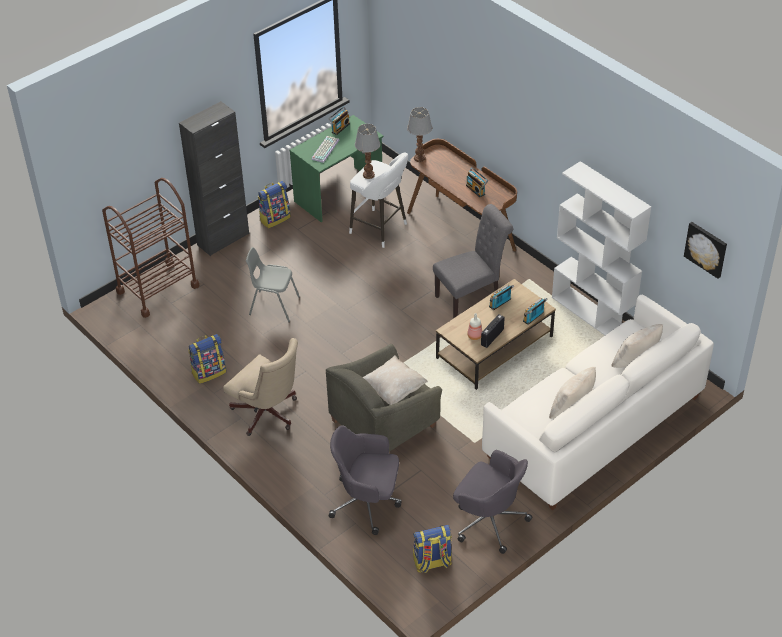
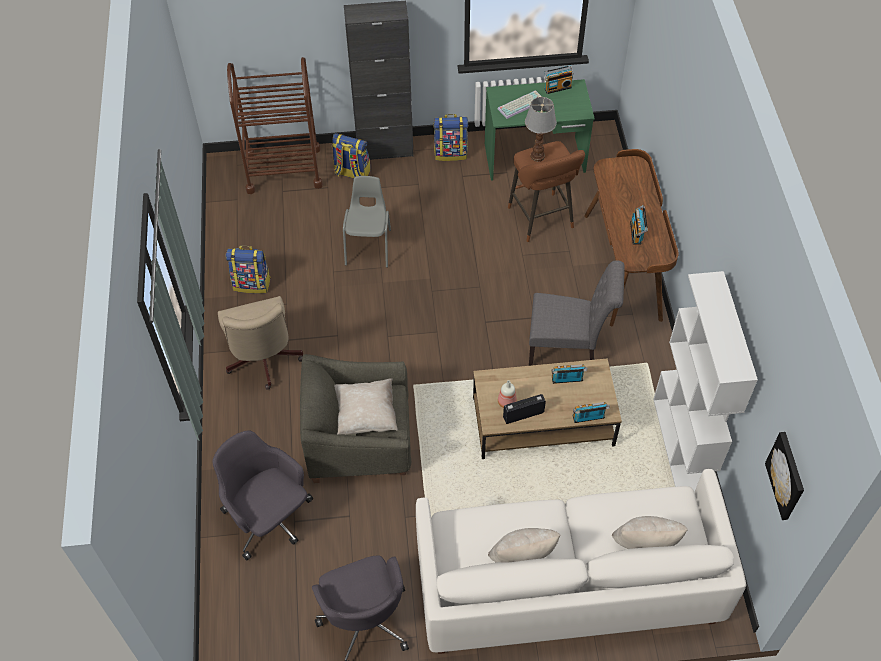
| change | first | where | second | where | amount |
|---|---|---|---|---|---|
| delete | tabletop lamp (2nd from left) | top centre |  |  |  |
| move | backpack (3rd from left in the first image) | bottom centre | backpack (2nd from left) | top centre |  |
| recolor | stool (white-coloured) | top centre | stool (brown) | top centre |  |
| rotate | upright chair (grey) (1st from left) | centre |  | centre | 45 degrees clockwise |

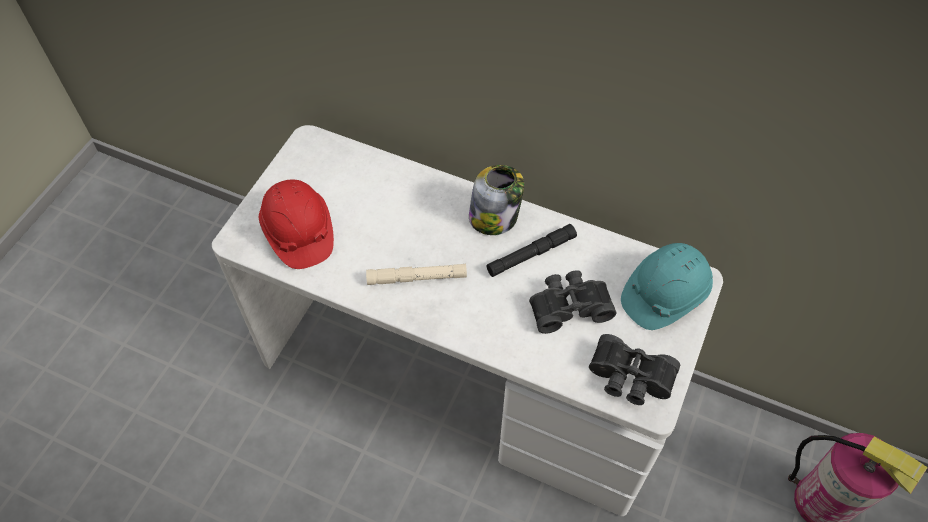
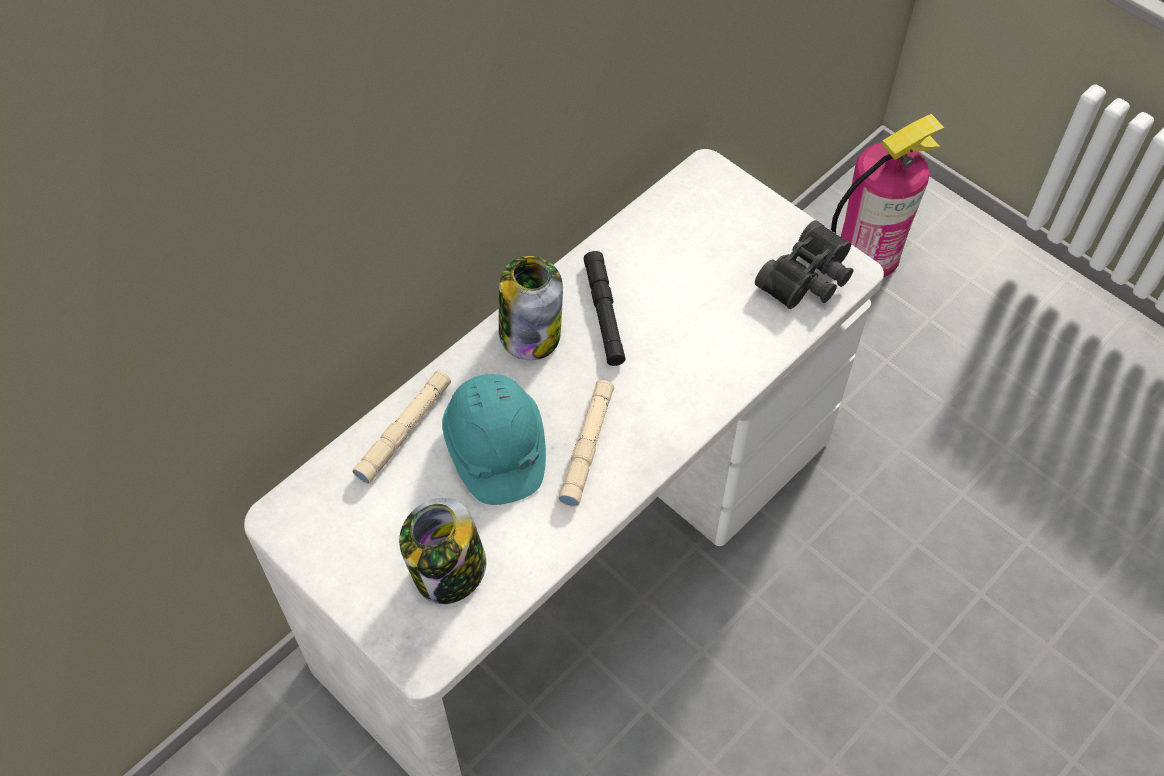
| change | first | where | second | where | amount |
|---|---|---|---|---|---|
| delete | pair of binoculars (blackish) (1st from left) | centre |  |  |  |
| insert |  |  | hand torch (beige) (1st from left) | centre |  |
| move | safety helmet (turquoise-coloured) | middle right |  | centre |  |
| replace | safety helmet (red) | middle left | storage jar (1st from left) | bottom centre |  |

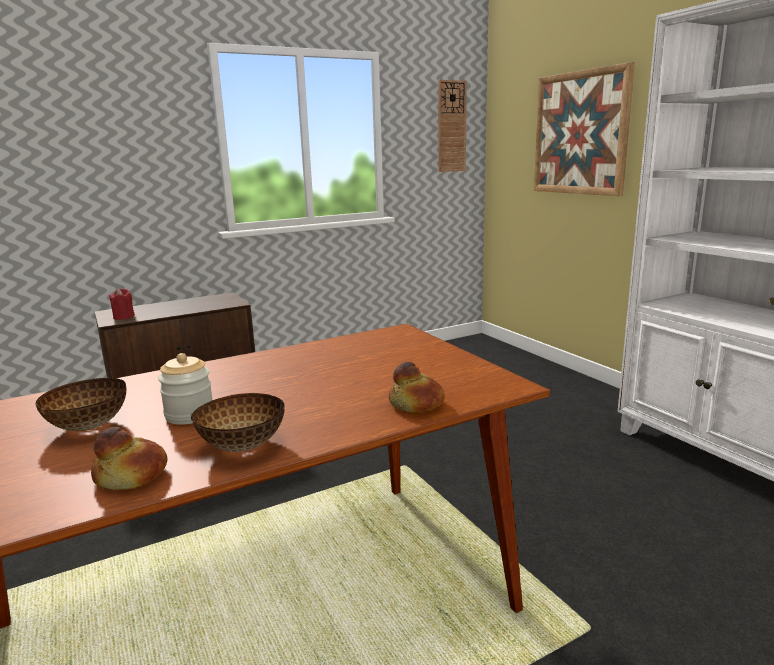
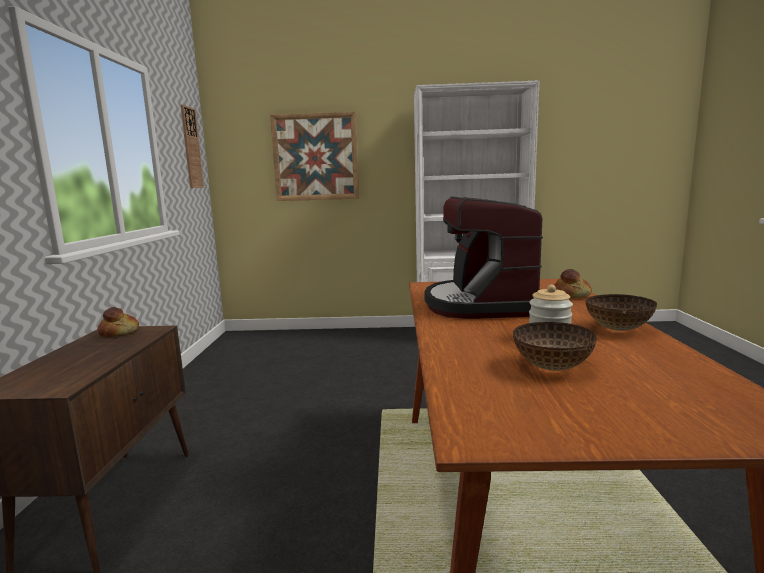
| change | first | where | second | where | amount |
|---|---|---|---|---|---|
| delete | wax candle (red) | middle left |  |  |  |
| insert |  |  | coffee maker | centre |  |
| move | bread (1st from left) | bottom left |  | middle left |  |

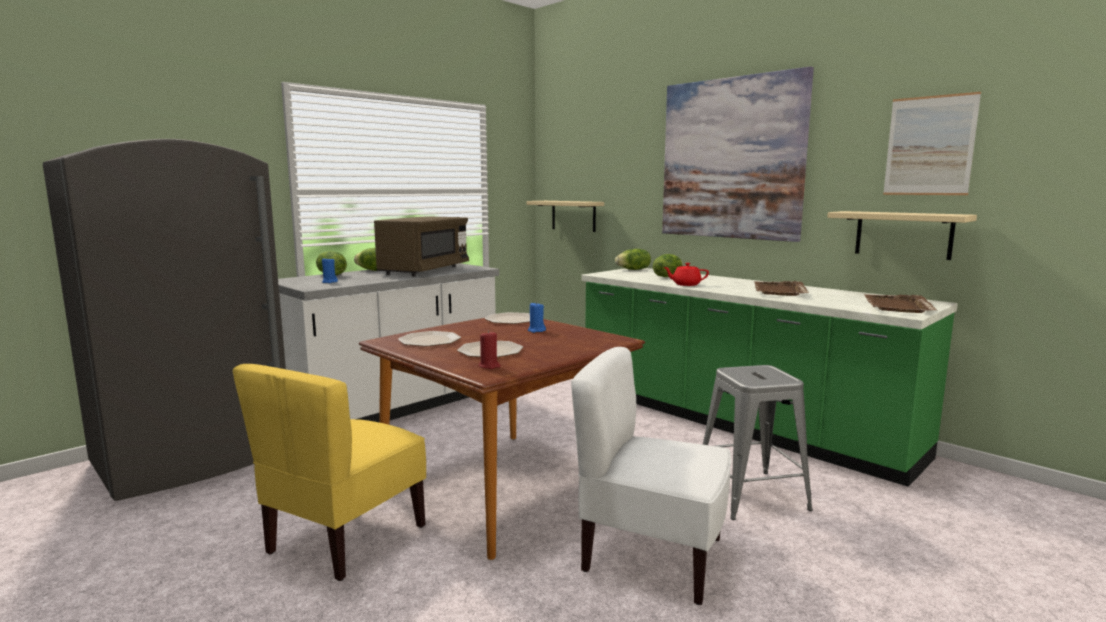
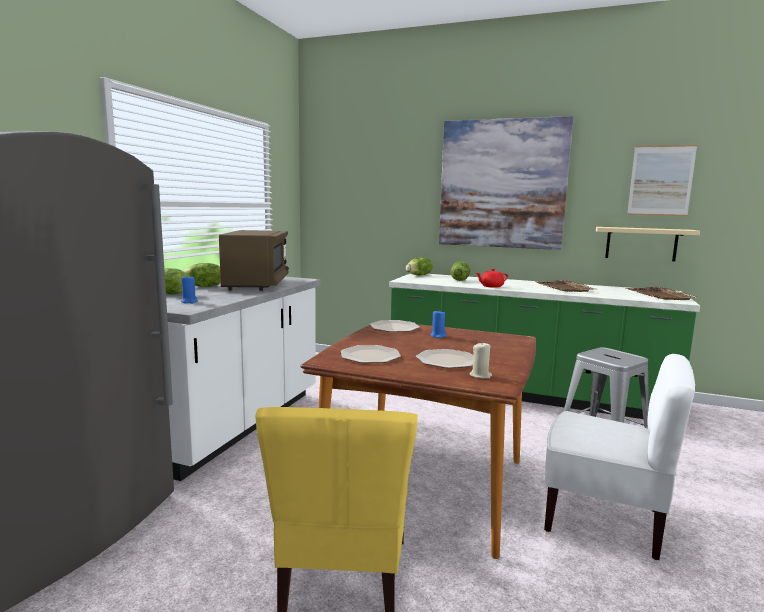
| change | first | where | second | where | amount |
|---|---|---|---|---|---|
| delete | bracket shelf (beige) (1st from left) | centre |  |  |  |
| recolor | wax candle (red) | centre | wax candle (beige) | centre |  |
| rotate | upright chair (white-coloured) | bottom centre |  | bottom right | 150 degrees counterclockwise |

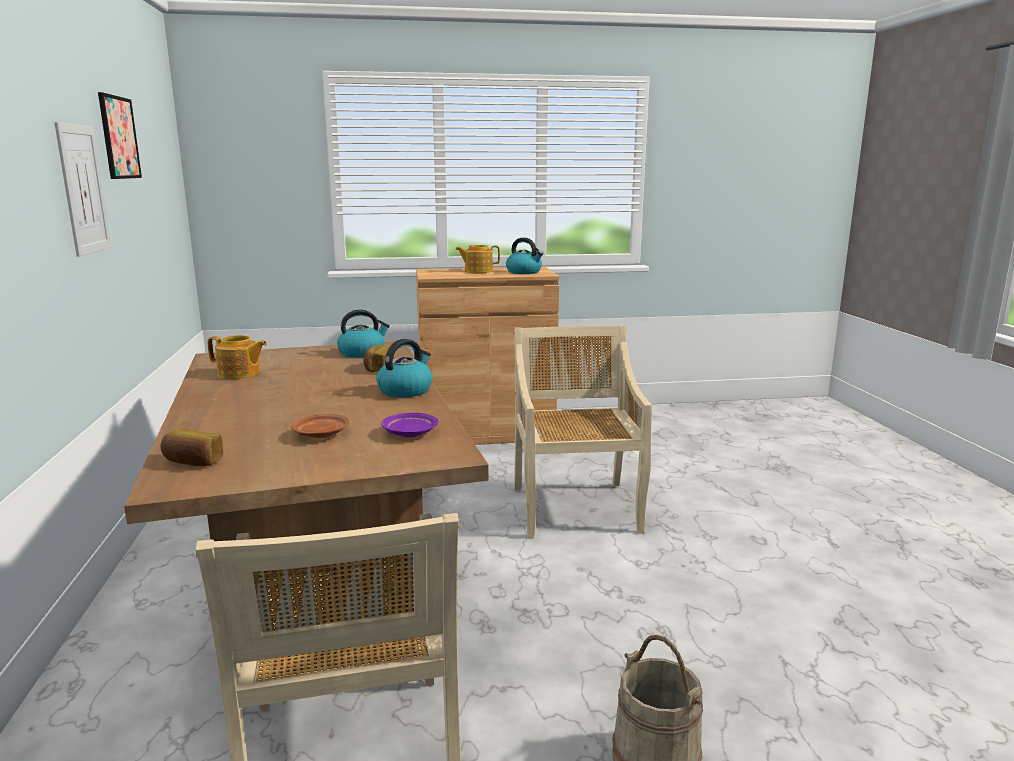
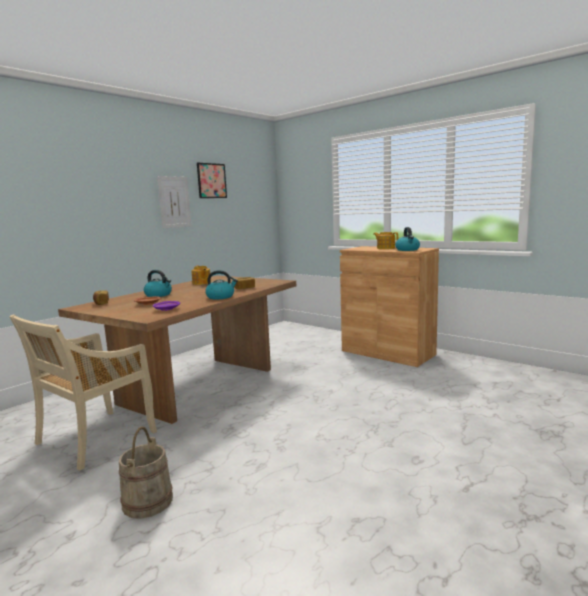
| change | first | where | second | where | amount |
|---|---|---|---|---|---|
| delete | upright chair (beige) (2nd from left) | centre |  |  |  |
| move | water kettle (1st from left) | centre |  | middle left |  |

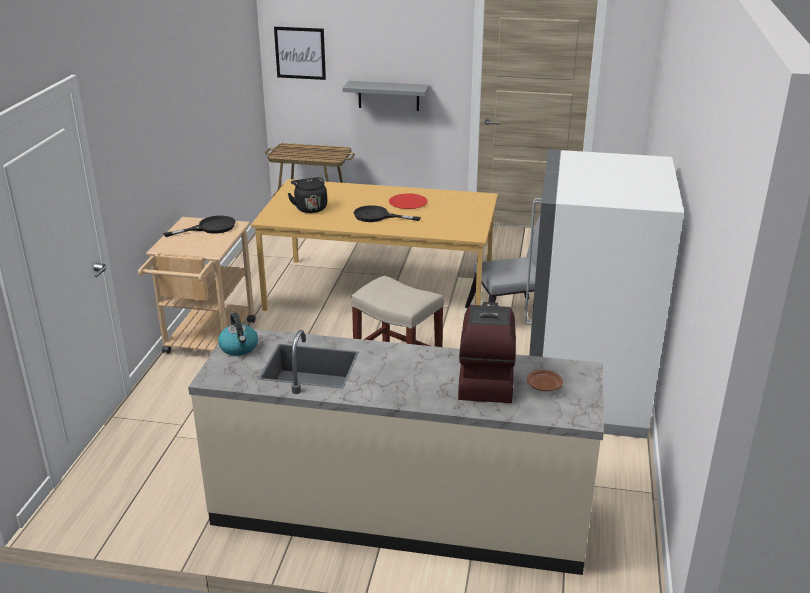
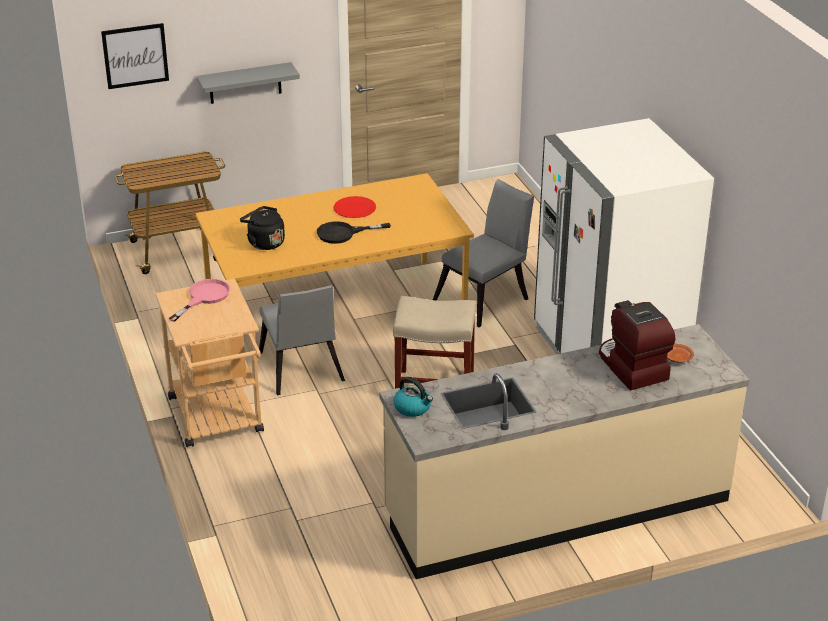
| change | first | where | second | where | amount |
|---|---|---|---|---|---|
| insert |  |  | upright chair (grey) (1st from left) | centre |  |
| recolor | frying pan (blackish) (1st from left) | middle left | frying pan (pink-coloured) | middle left |  |

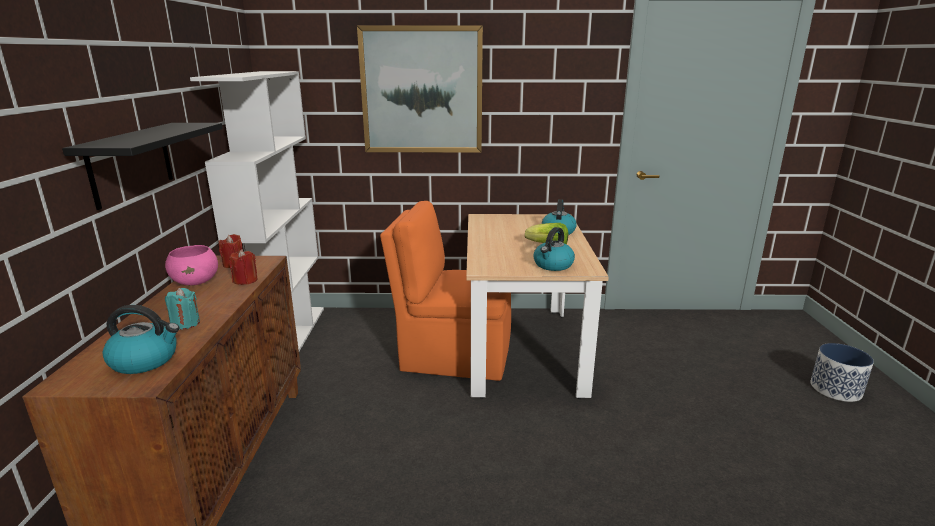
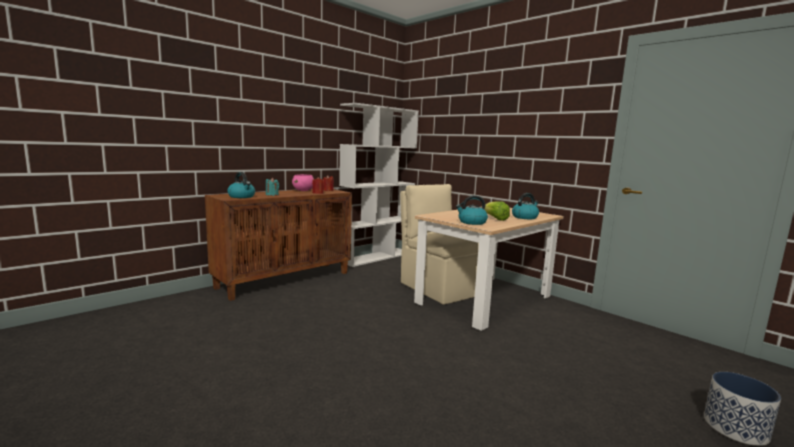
| change | first | where | second | where | amount |
|---|---|---|---|---|---|
| delete | bracket shelf (blackish) | top left |  |  |  |
| delete | wall picture | top centre |  |  |  |
| recolor | upright chair (orange-coloured) | centre | upright chair (beige) | centre |  |

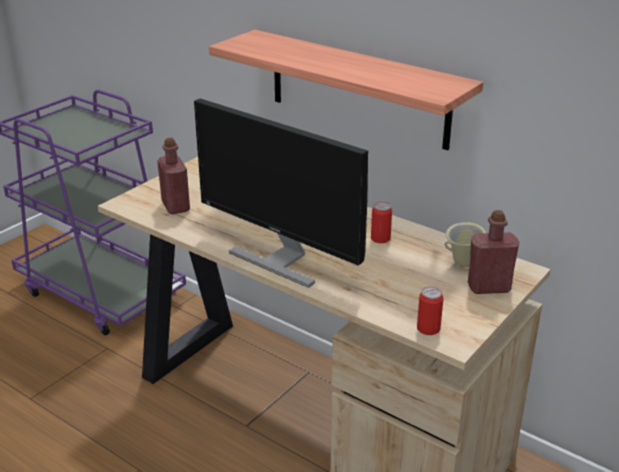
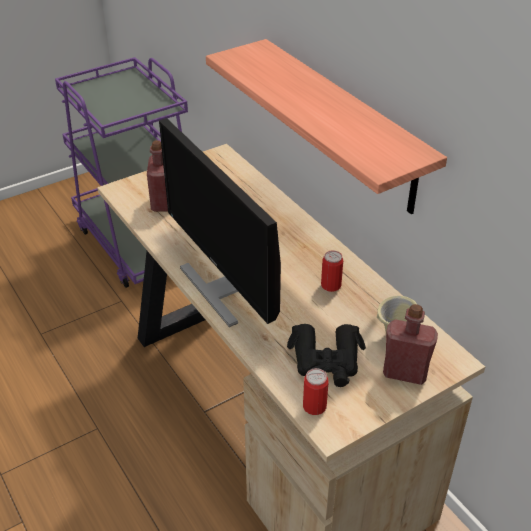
| change | first | where | second | where | amount |
|---|---|---|---|---|---|
| insert |  |  | pair of binoculars (blackish) | bottom centre |  |

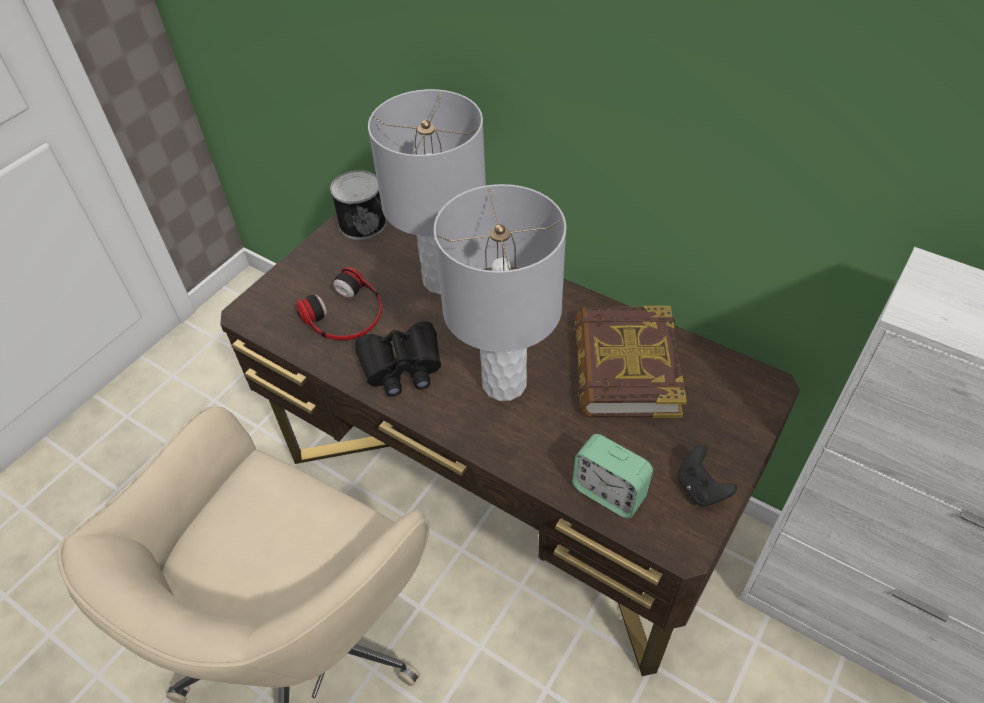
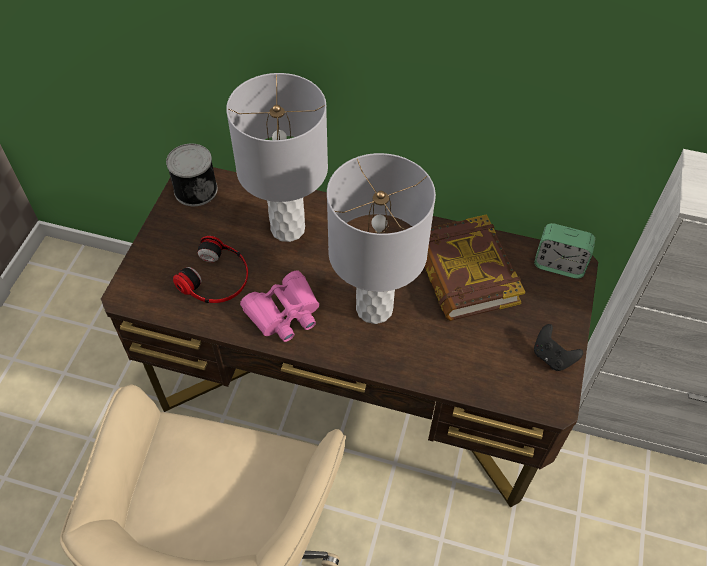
| change | first | where | second | where | amount |
|---|---|---|---|---|---|
| move | table clock | bottom centre |  | middle right |  |
| recolor | pair of binoculars (blackish) | centre | pair of binoculars (pink-coloured) | centre |  |

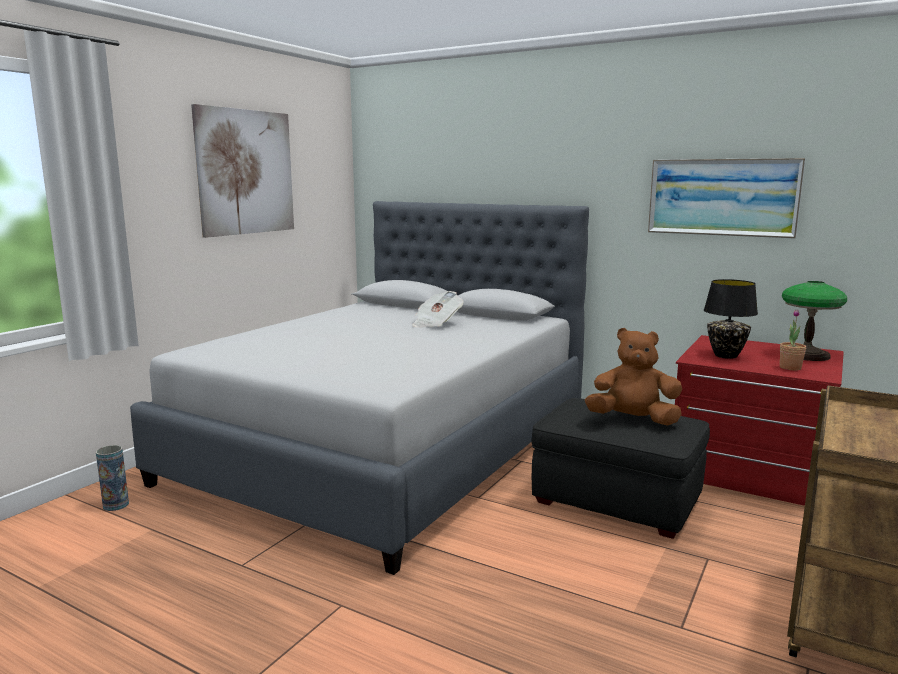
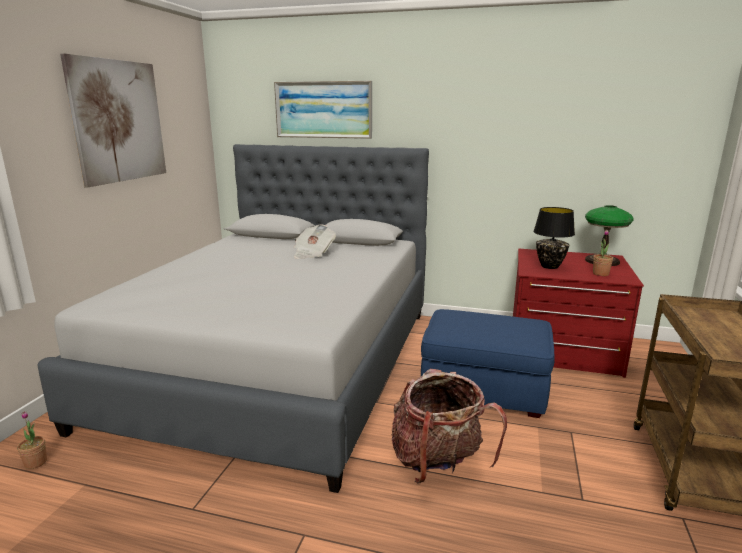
| change | first | where | second | where | amount |
|---|---|---|---|---|---|
| delete | cuddly toy (brown) | middle right |  |  |  |
| insert |  |  | backpack | bottom centre |  |
| move | wall picture (2nd from left) | top right |  | top centre |  |
| replace | vase | bottom left | potted plant (1st from left) | bottom left |  |
| recolor | pouffe (blackish) | bottom right | pouffe (blue-coloured) | centre |  |

